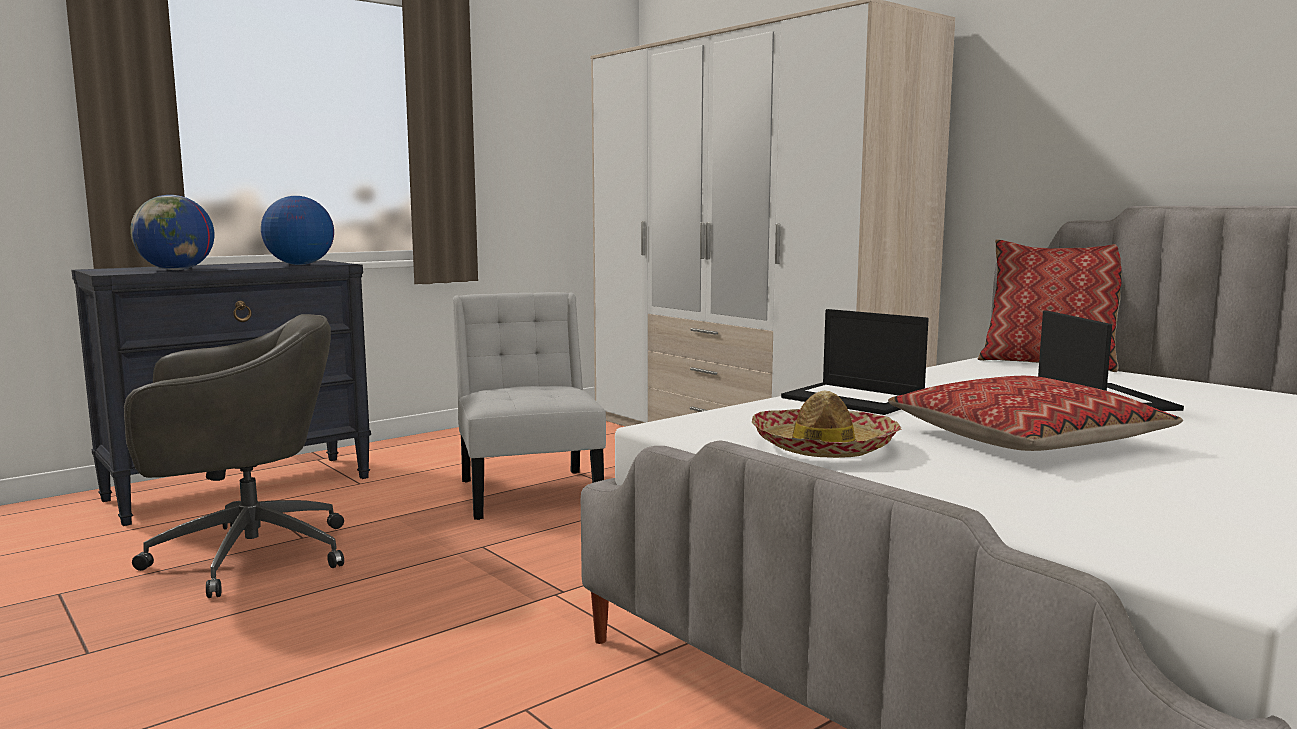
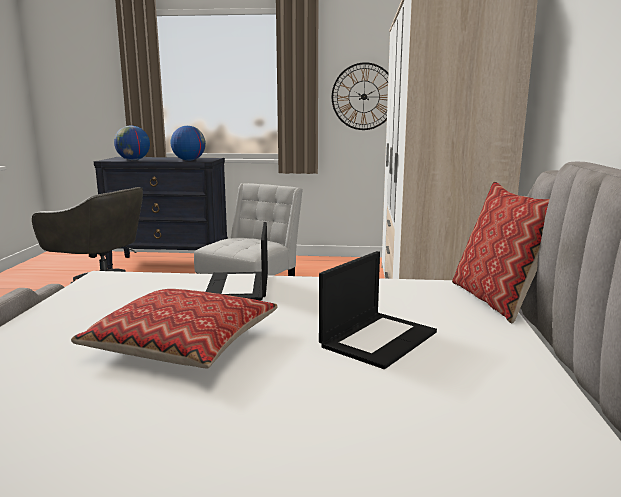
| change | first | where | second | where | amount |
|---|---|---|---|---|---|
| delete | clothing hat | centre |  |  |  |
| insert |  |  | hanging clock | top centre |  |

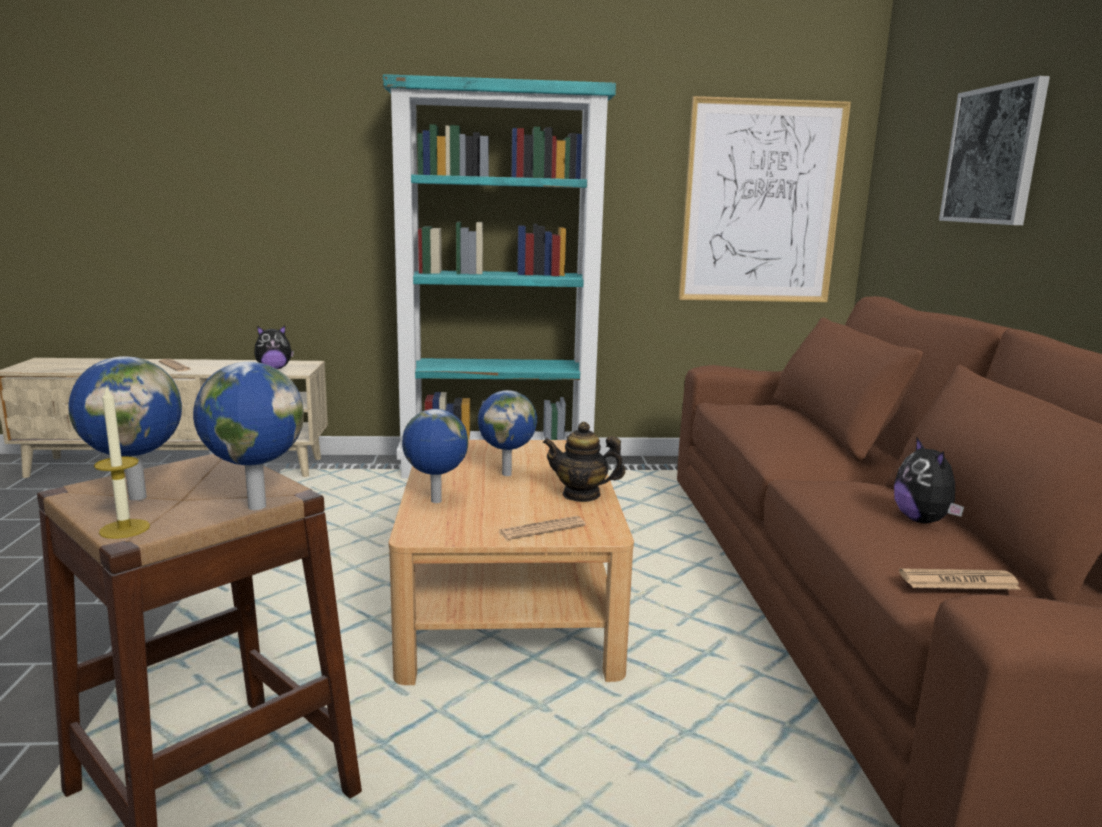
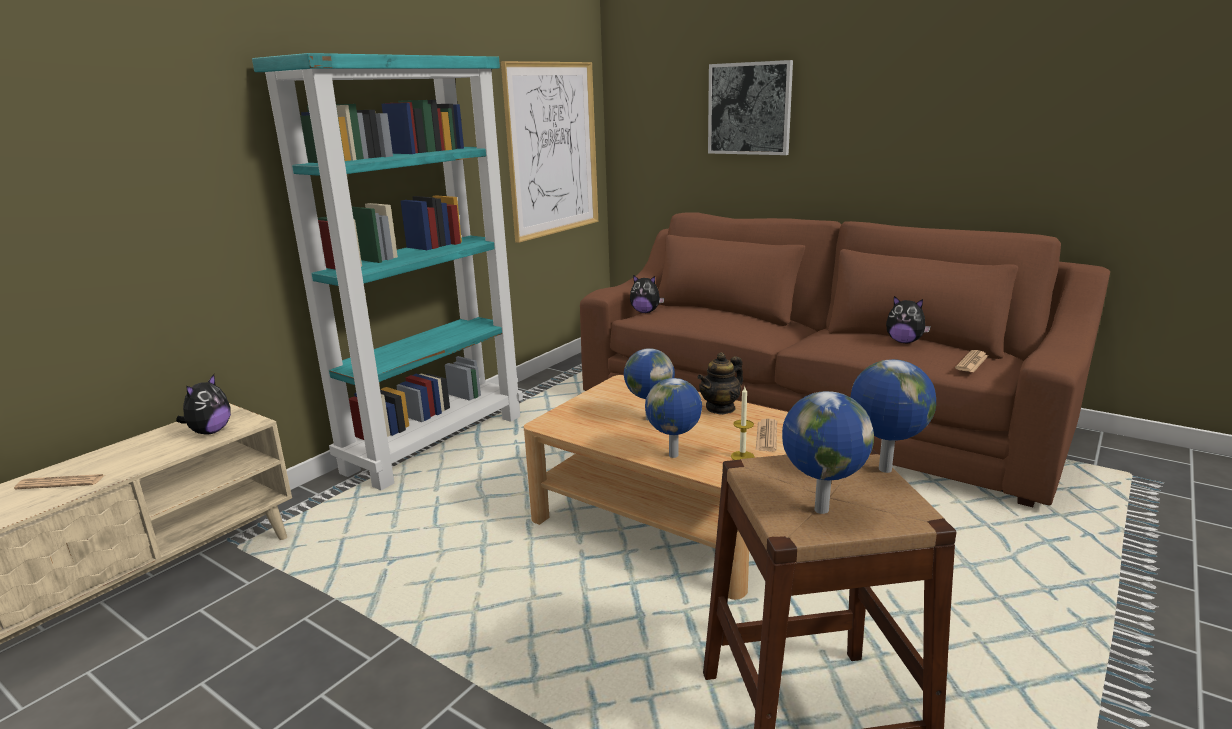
| change | first | where | second | where | amount |
|---|---|---|---|---|---|
| insert |  |  | cuddly toy (2nd from left) | centre |  |
| move | wax candle | middle left |  | centre |  |

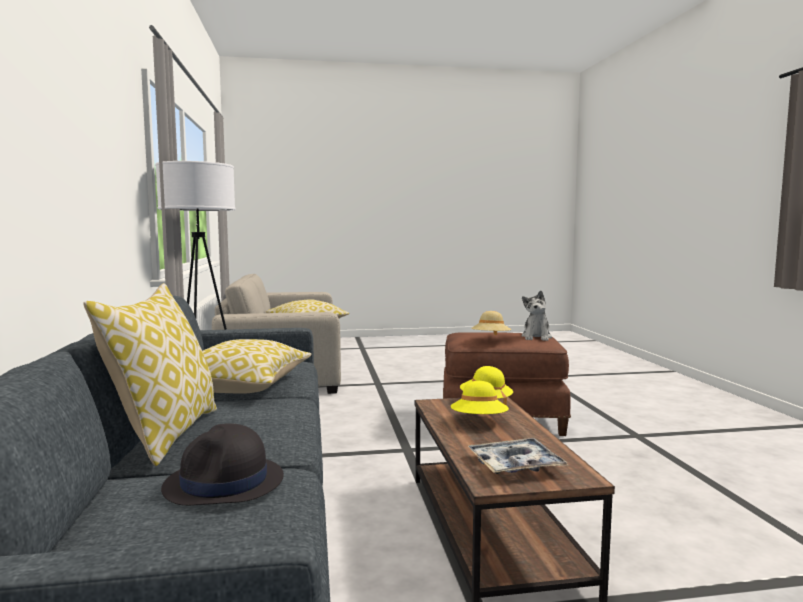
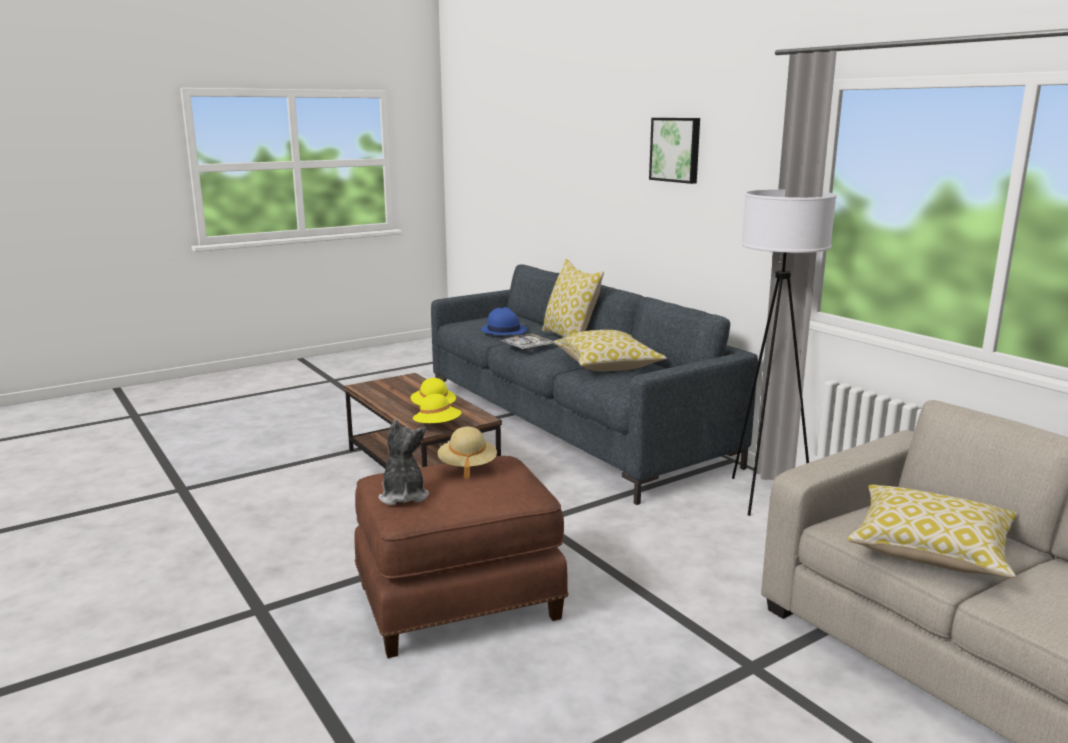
| change | first | where | second | where | amount |
|---|---|---|---|---|---|
| insert |  |  | wall picture | top centre |  |
| move | carrying tray | bottom centre |  | centre |  |
| recolor | clothing hat (blackish) | bottom left | clothing hat (blue-coloured) | centre |  |

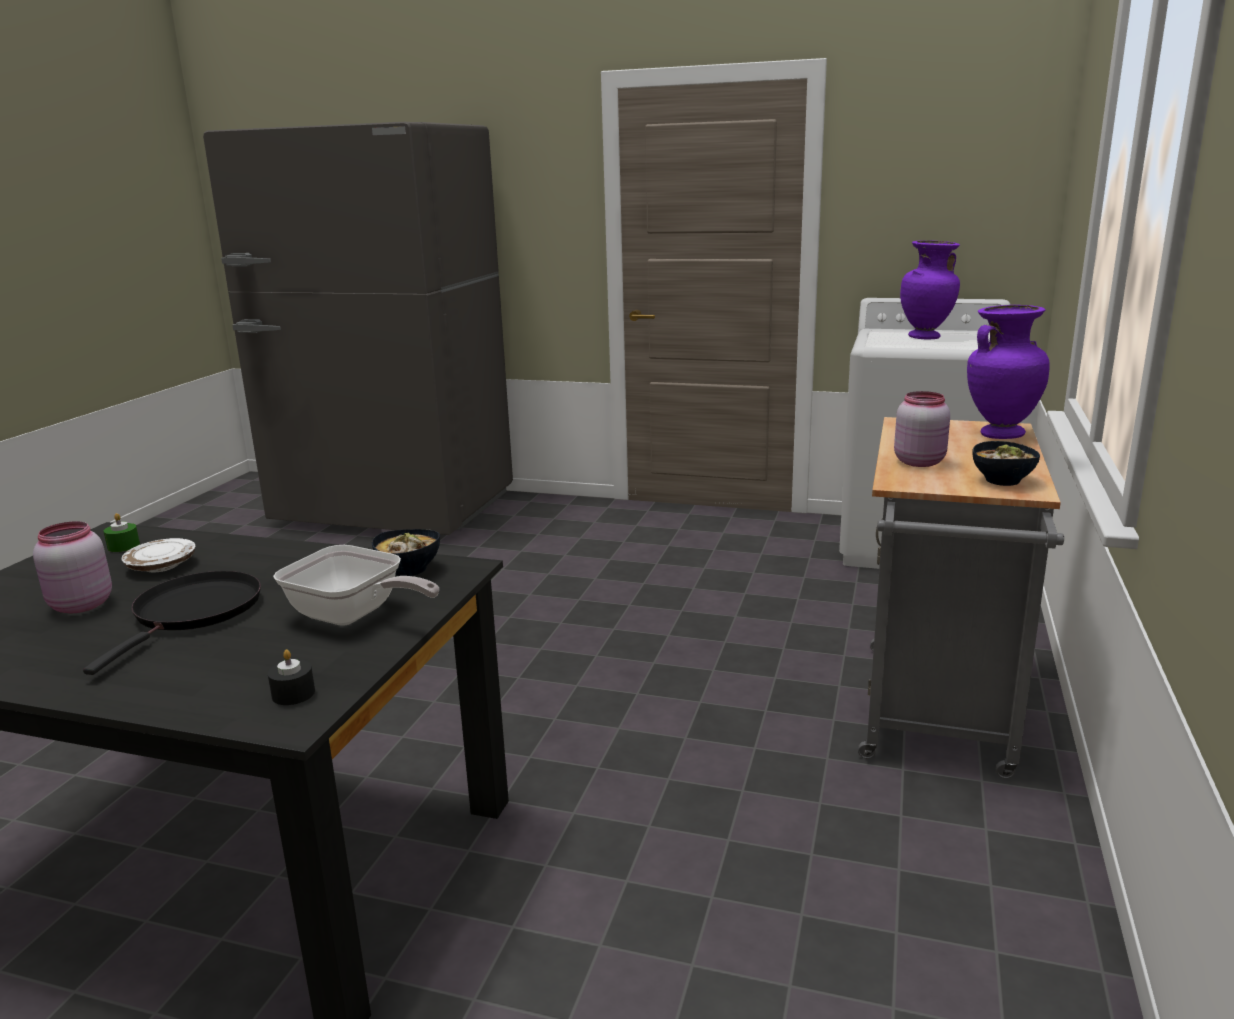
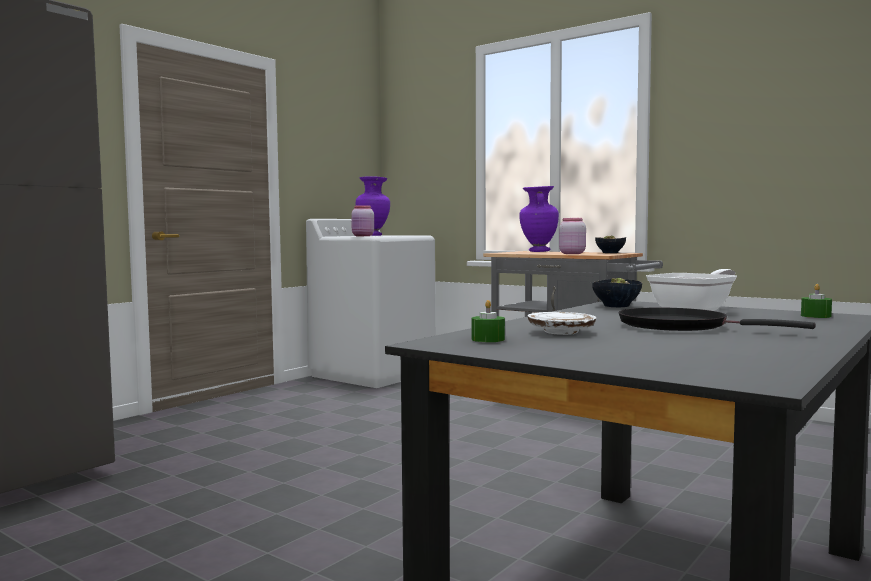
| change | first | where | second | where | amount |
|---|---|---|---|---|---|
| move | storage jar (pink-coloured) (1st from left) | middle left |  | centre |  |
| recolor | wax candle (blackish) | middle left | wax candle (greenish) (2nd from left) | middle right |  |

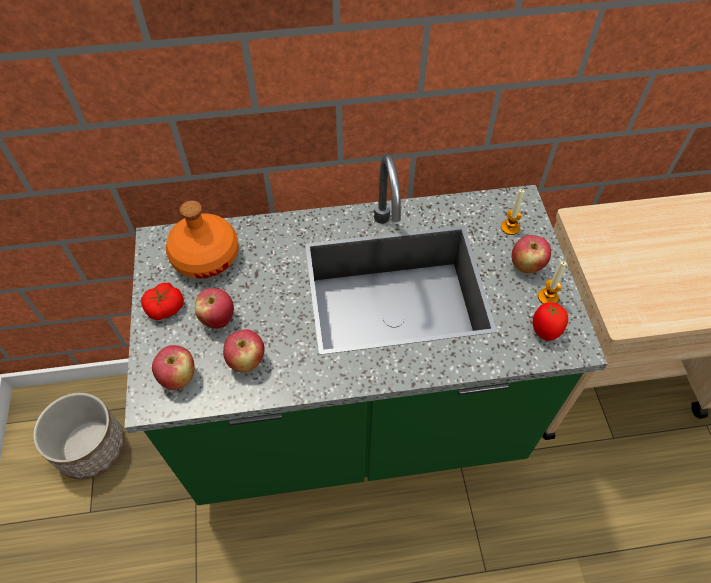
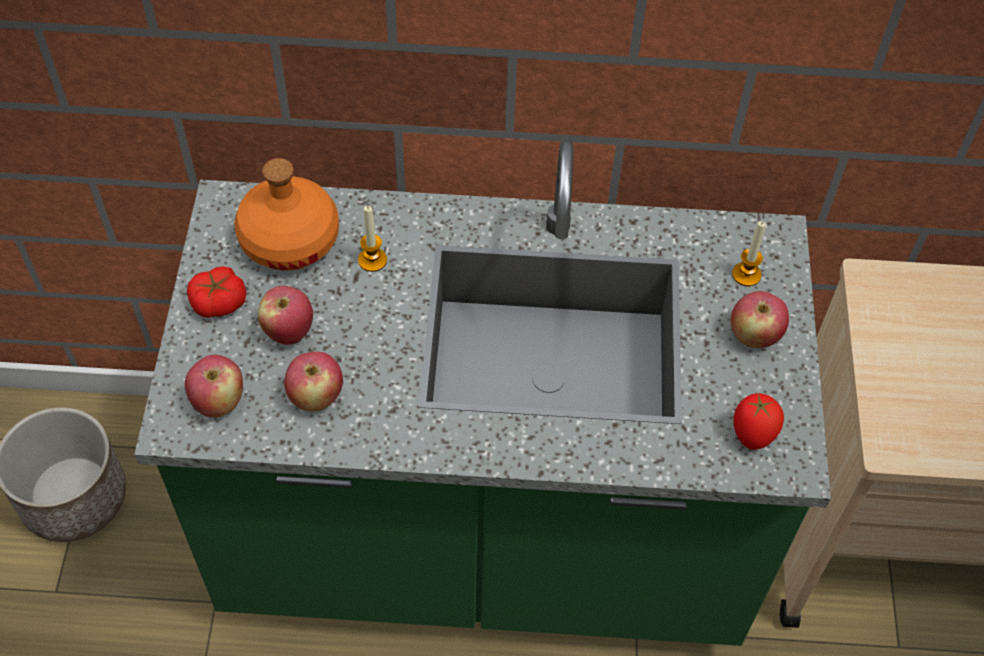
| change | first | where | second | where | amount |
|---|---|---|---|---|---|
| move | wax candle (2nd from left in the first image) | middle right | wax candle (1st from left) | centre |  |

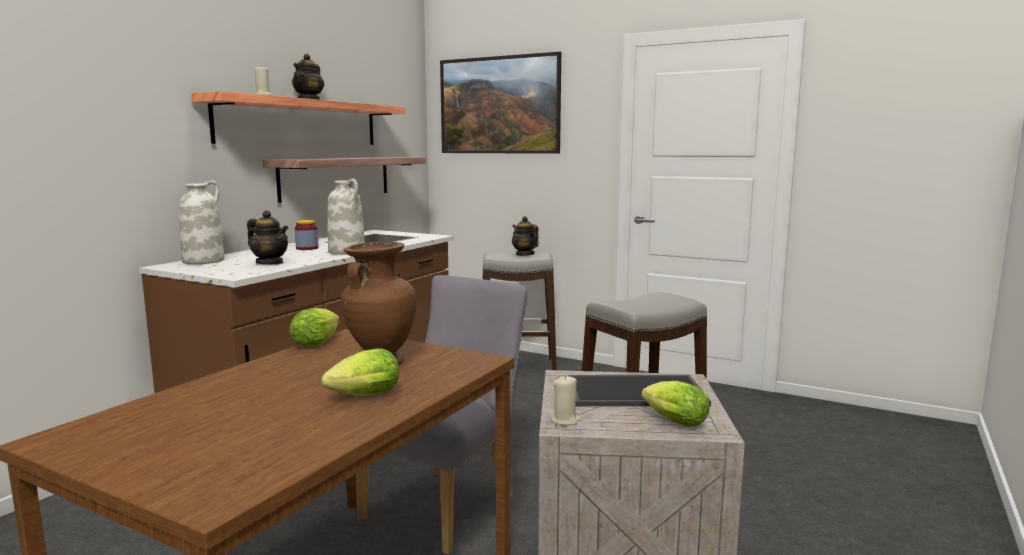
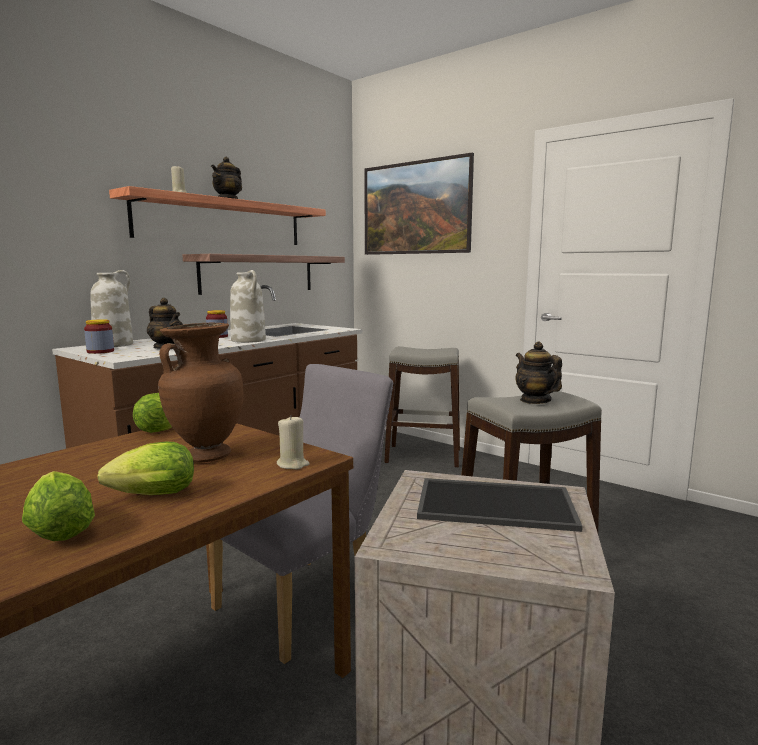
| change | first | where | second | where | amount |
|---|---|---|---|---|---|
| insert |  |  | storage jar (1st from left) | middle left |  |
| move | tea pot (3rd from left) | centre |  | middle right |  |
| move | wax candle (beige) (2nd from left) | bottom centre |  | centre |  |
| move | lettuce head (3rd from left in the first image) | bottom centre | lettuce head (1st from left) | bottom left |  |

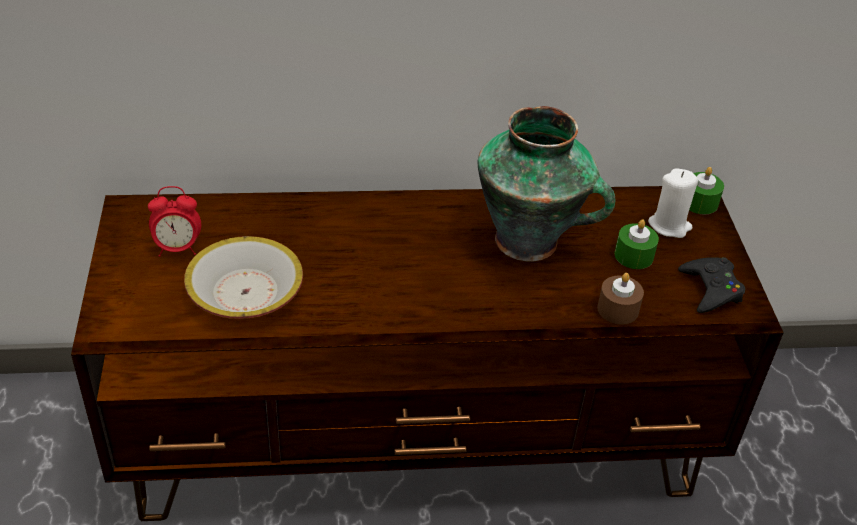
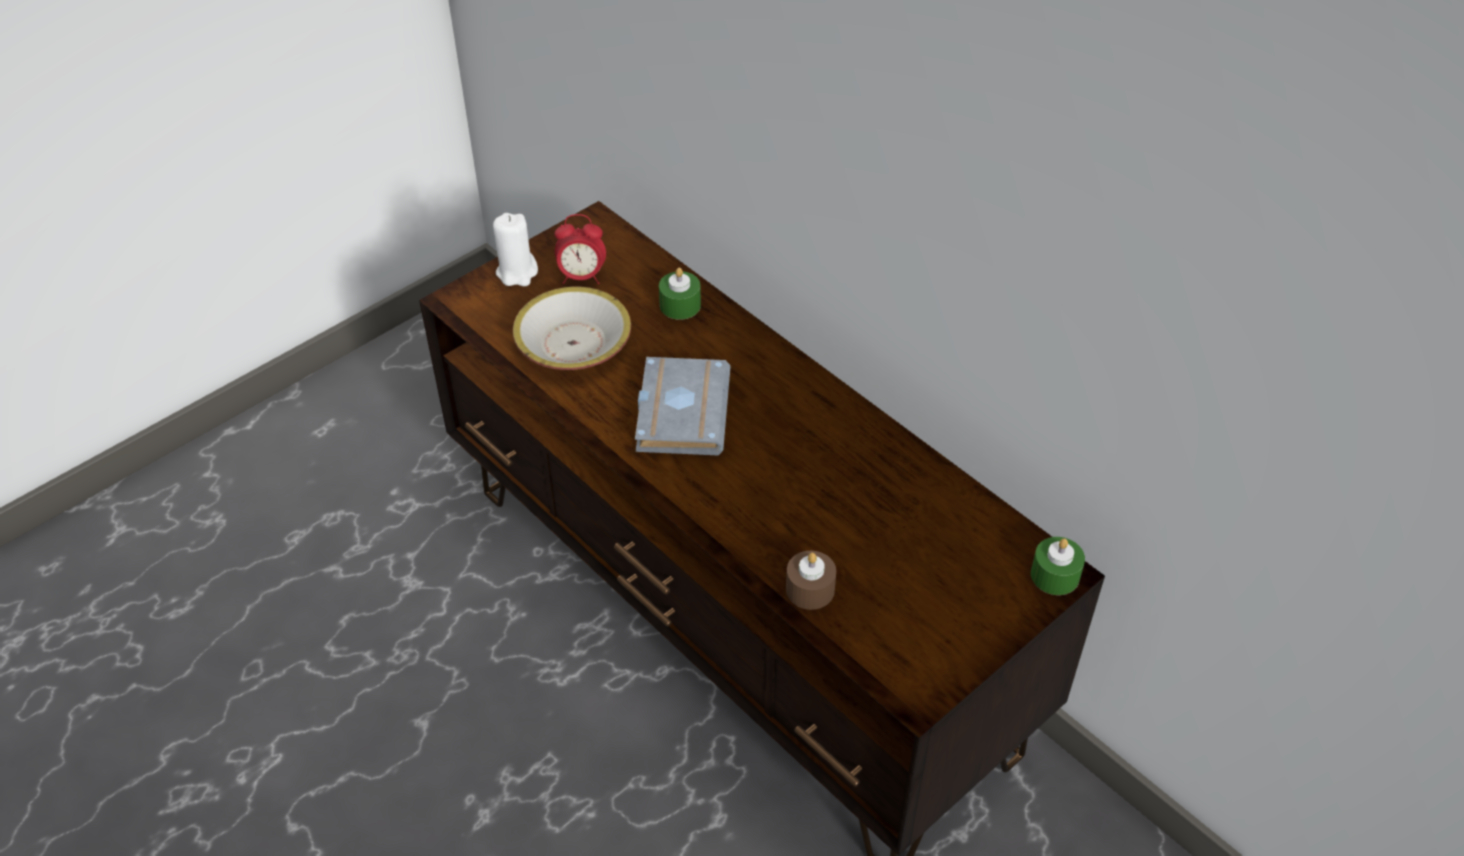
| change | first | where | second | where | amount |
|---|---|---|---|---|---|
| delete | vase | centre |  |  |  |
| delete | gamepad (blackish) | middle right |  |  |  |
| insert |  |  | bound book (grey) | centre |  |
| move | wax candle (greenish) (1st from left) | middle right |  | centre |  |
| move | wax candle (white-coloured) | middle right |  | top centre |  |
| rotate | table clock | middle left |  | top centre | 45 degrees counterclockwise |

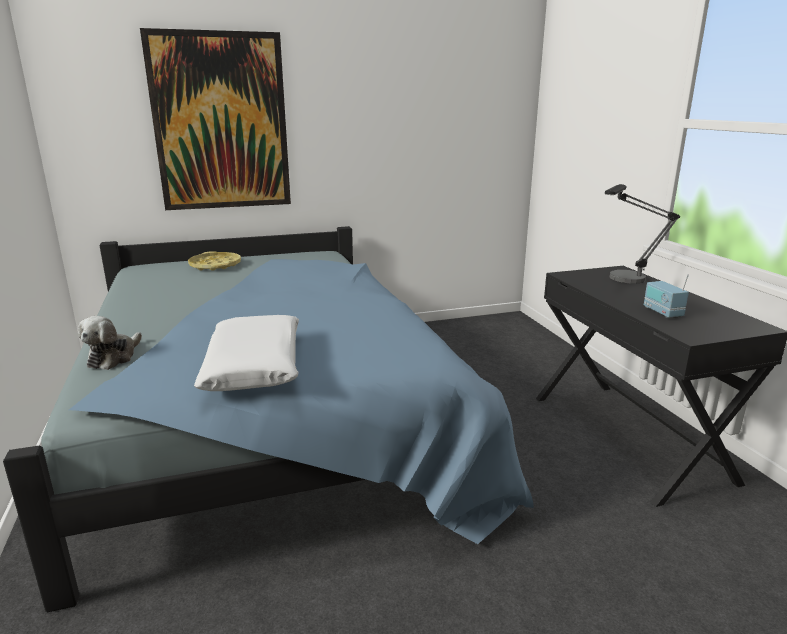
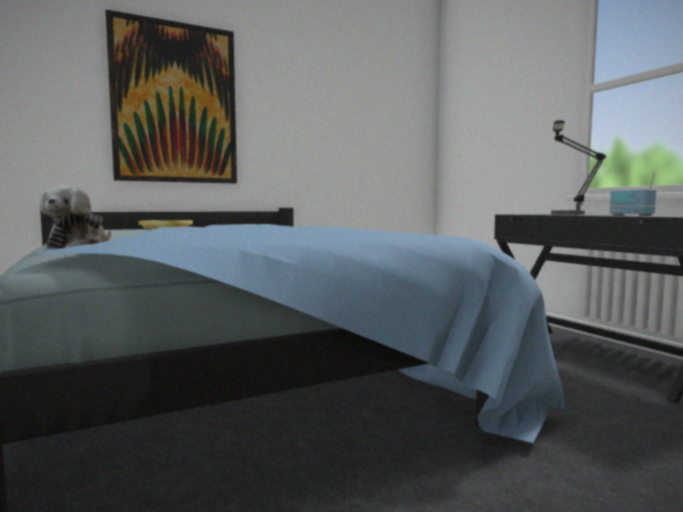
| change | first | where | second | where | amount |
|---|---|---|---|---|---|
| delete | cushion (white-coloured) | middle left |  |  |  |

